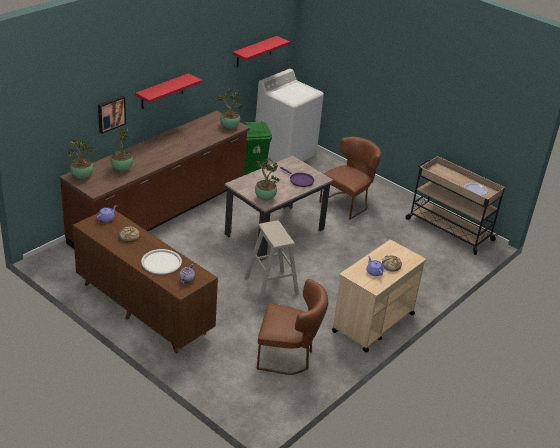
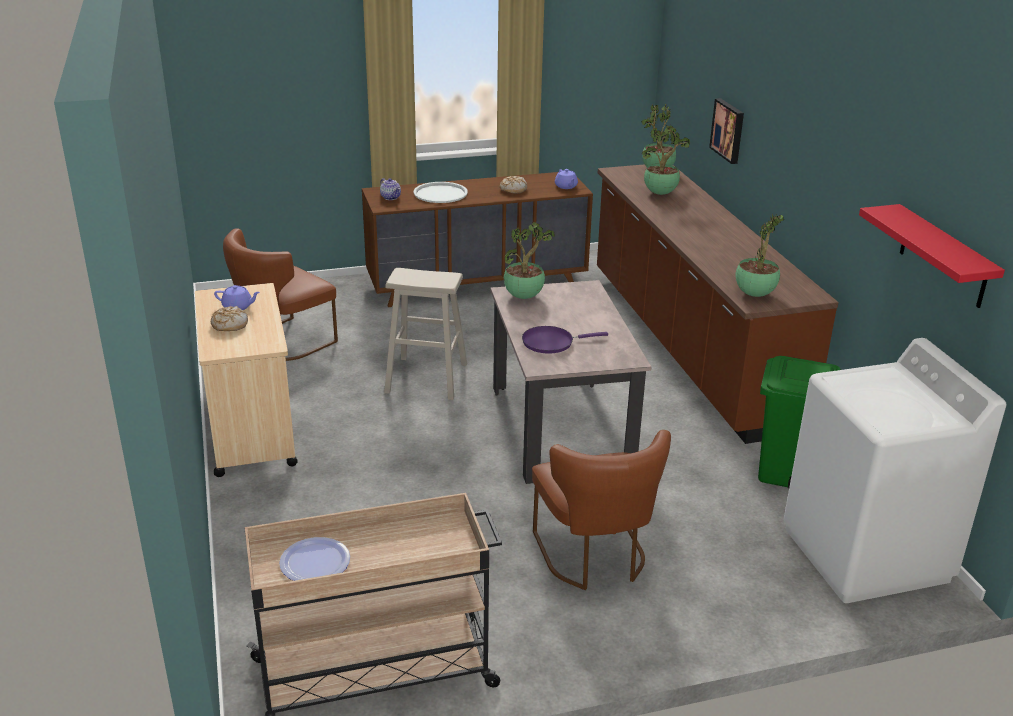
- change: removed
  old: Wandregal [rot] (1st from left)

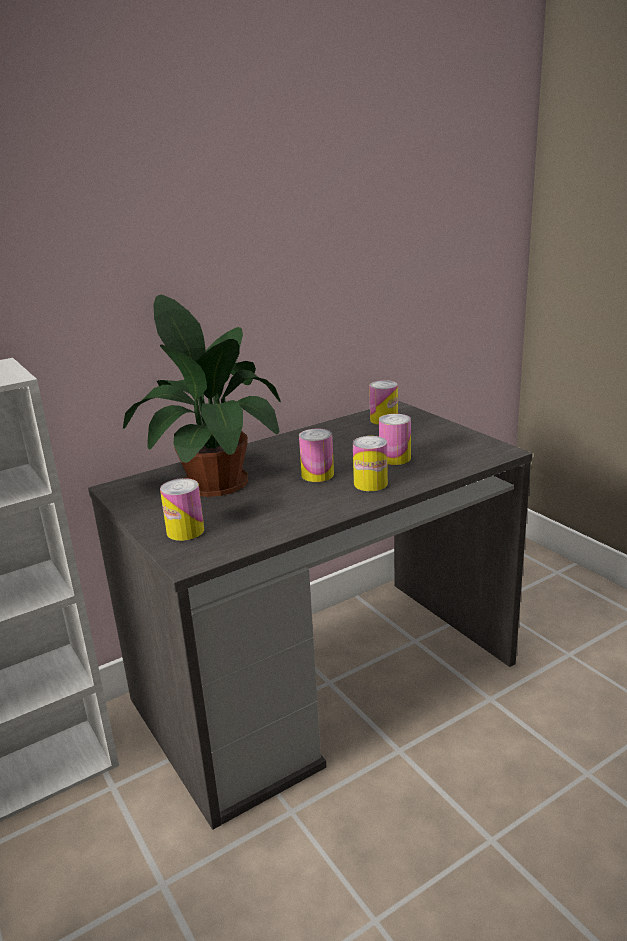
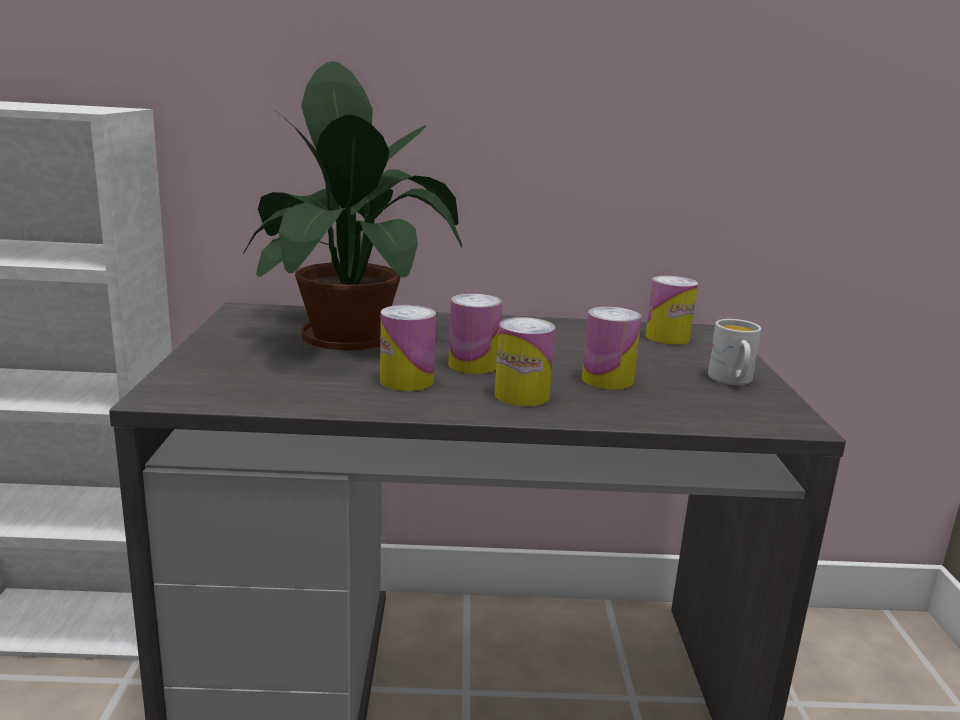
- change: moved
  old: Dose (1st from left)
- change: added
  new: Henkelbecher [weiß]

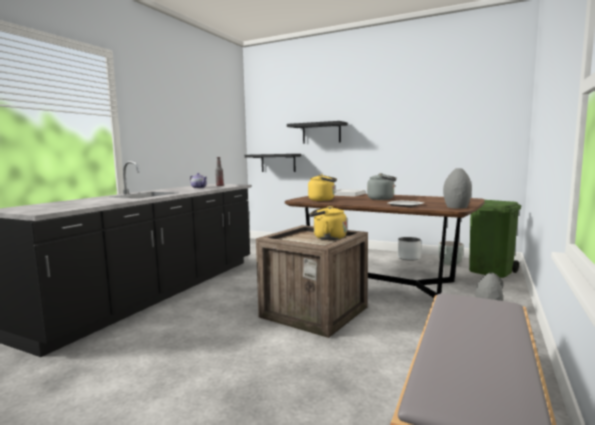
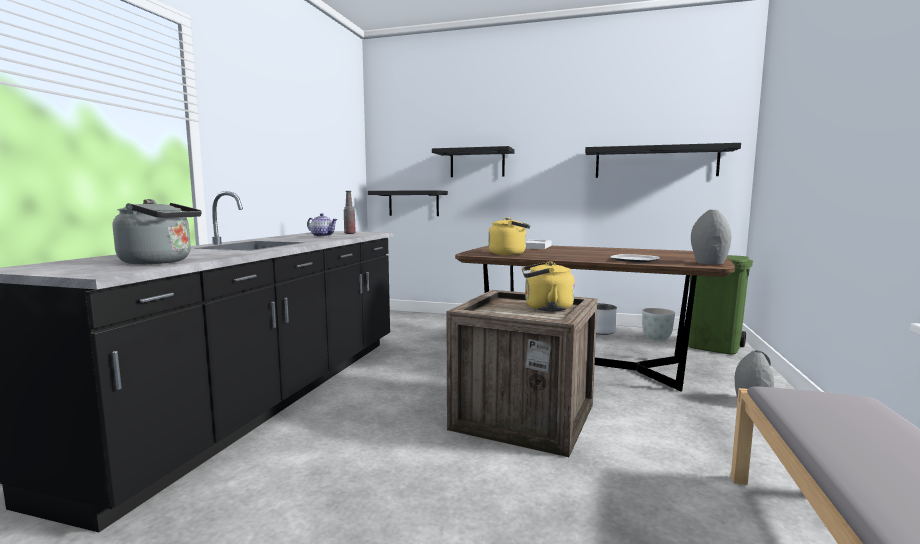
- change: moved
  old: Wasserkessel [grau]
- change: added
  new: Wandregal [schwarz] (3rd from left)

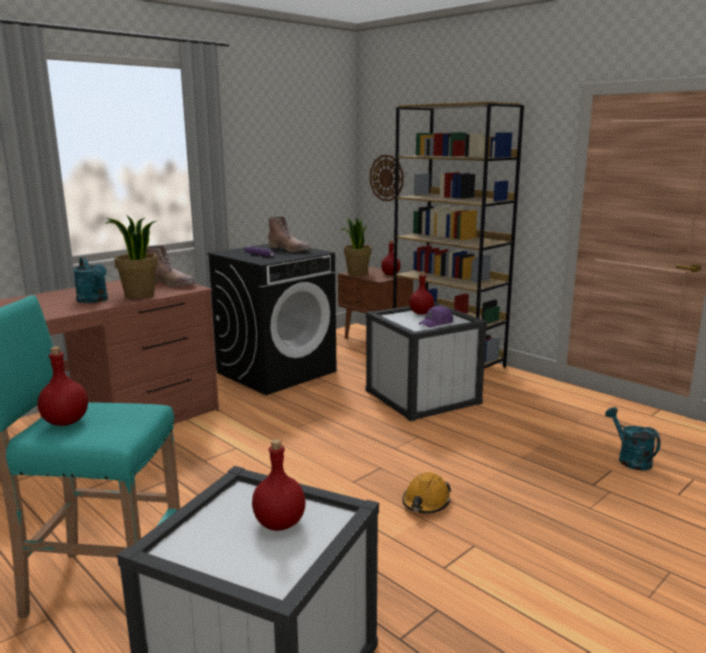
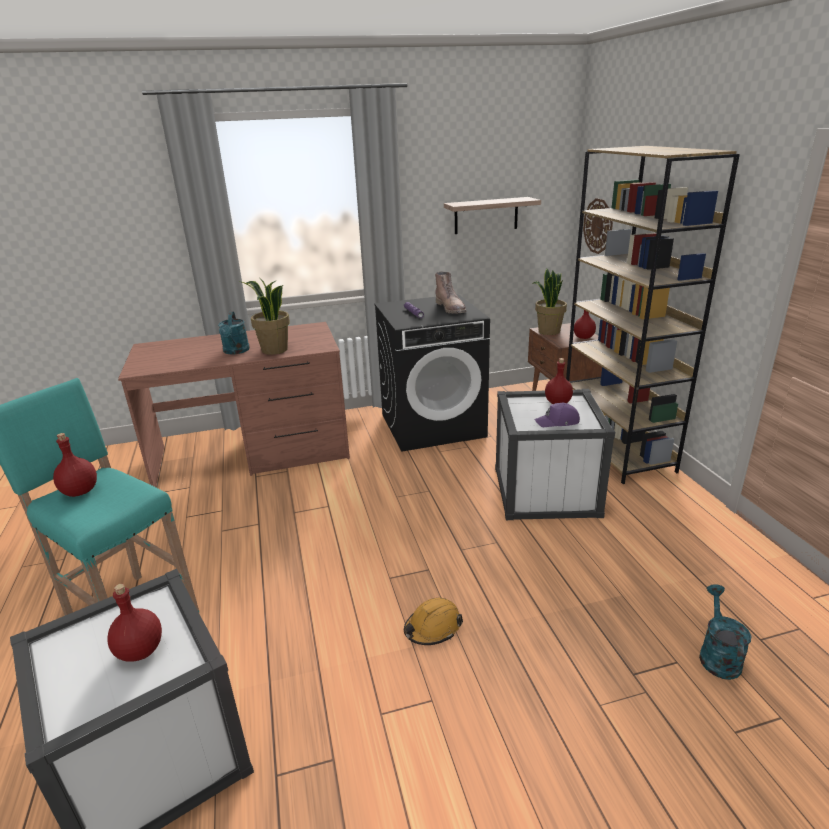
- change: removed
  old: Stiefel [braun] (1st from left)
- change: added
  new: Wandregal

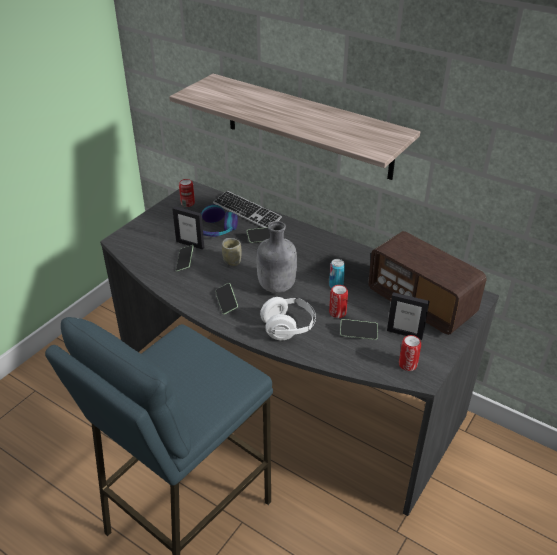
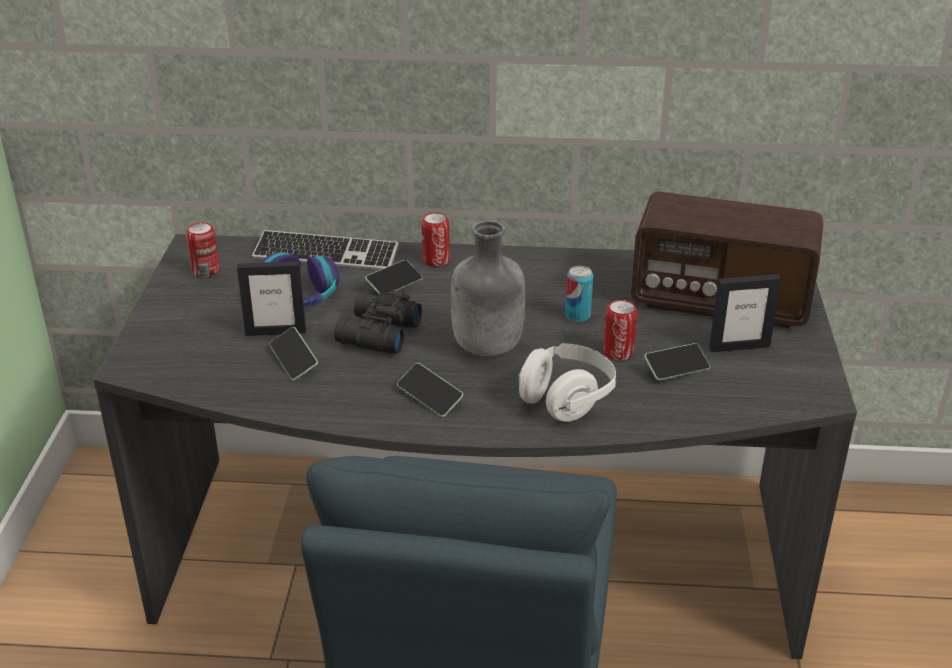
- change: removed
  old: Wandregal
- change: replaced
  old: Tasse
  new: Fernglas [schwarz]
- change: moved
  old: Dose (4th from left in the first image)
  new: Dose (2nd from left)

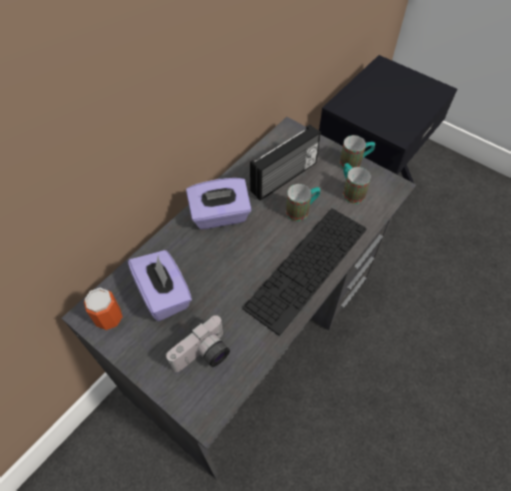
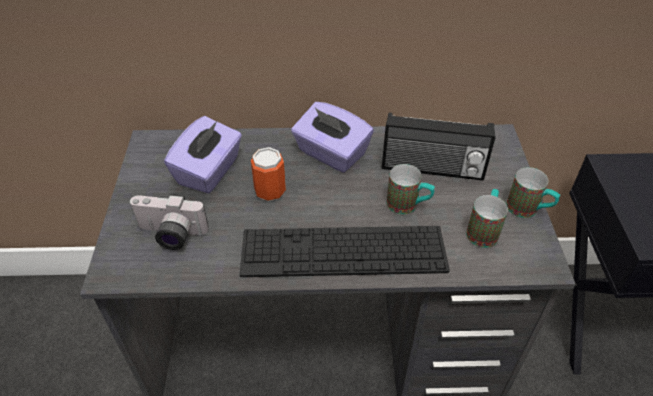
- change: moved
  old: Dose

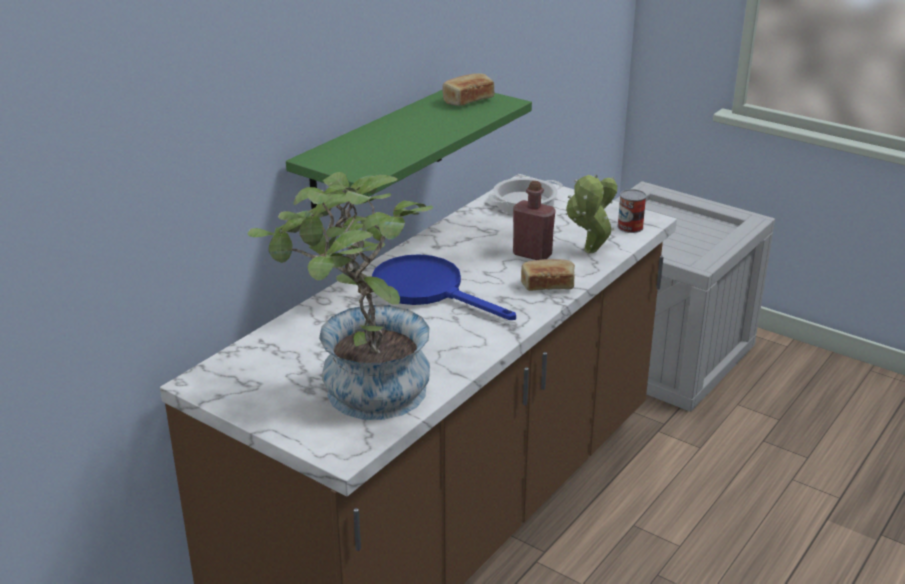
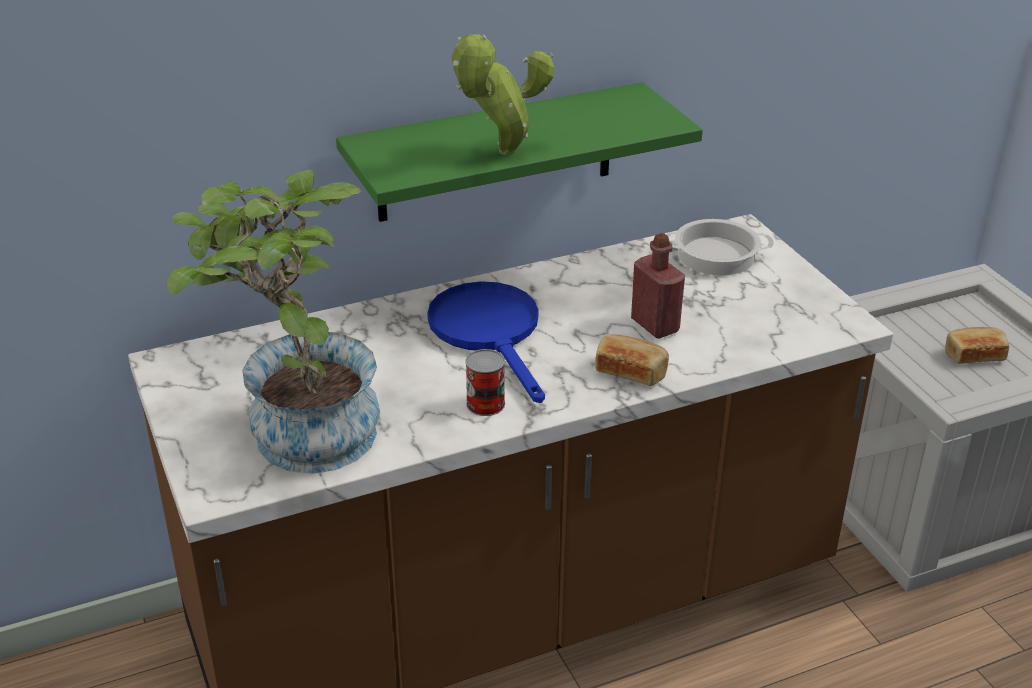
- change: moved
  old: Brot (1st from left in the first image)
  new: Brot (2nd from left)
- change: moved
  old: Topfpflanze (2nd from left)
- change: moved
  old: Dose

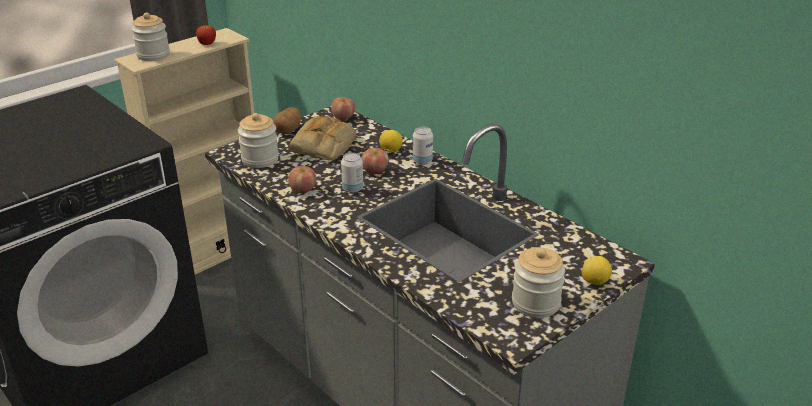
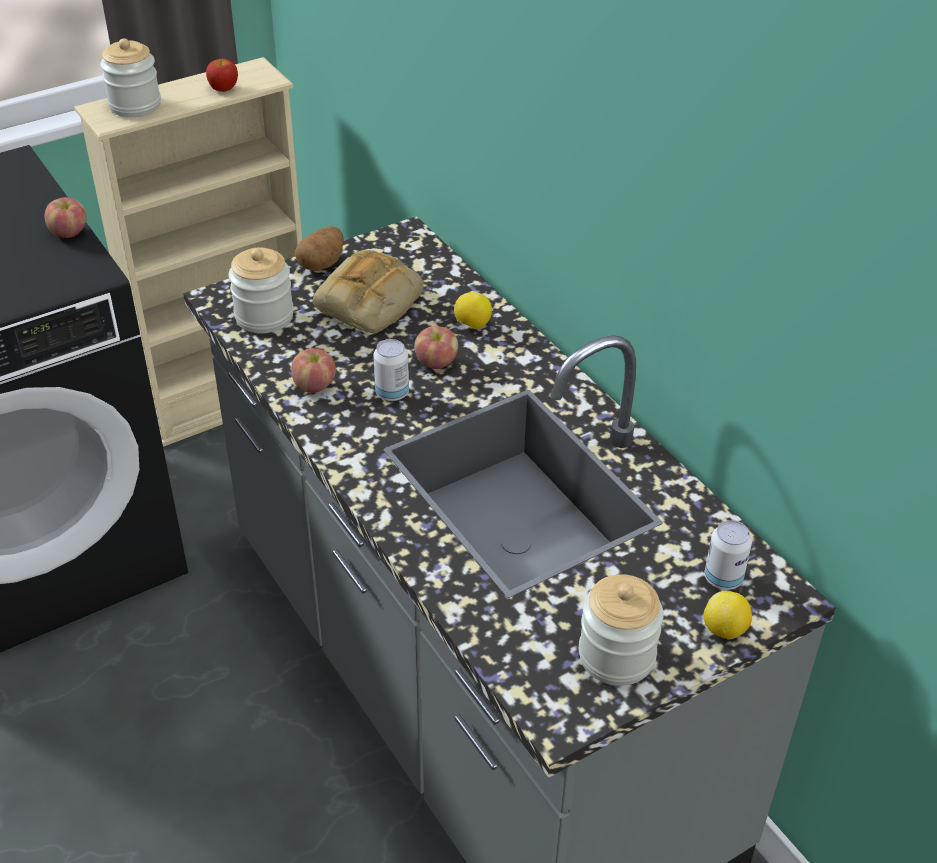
- change: moved
  old: Apfel (3rd from left in the first image)
  new: Apfel (1st from left)
- change: moved
  old: Dose (2nd from left)

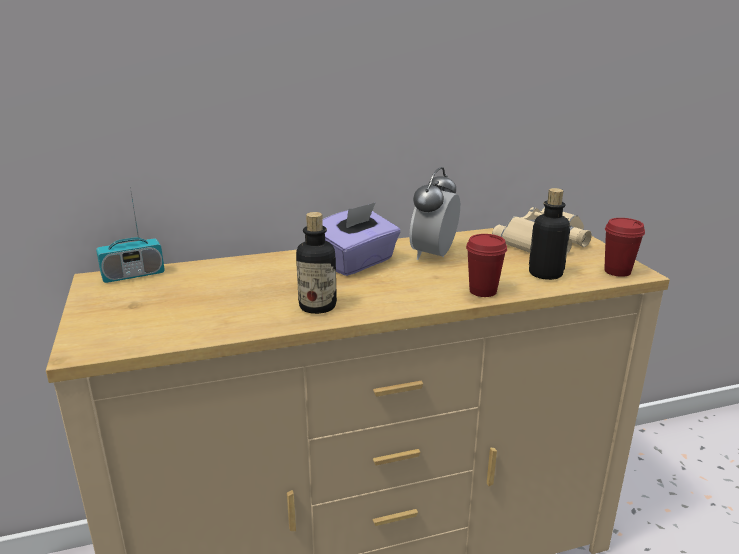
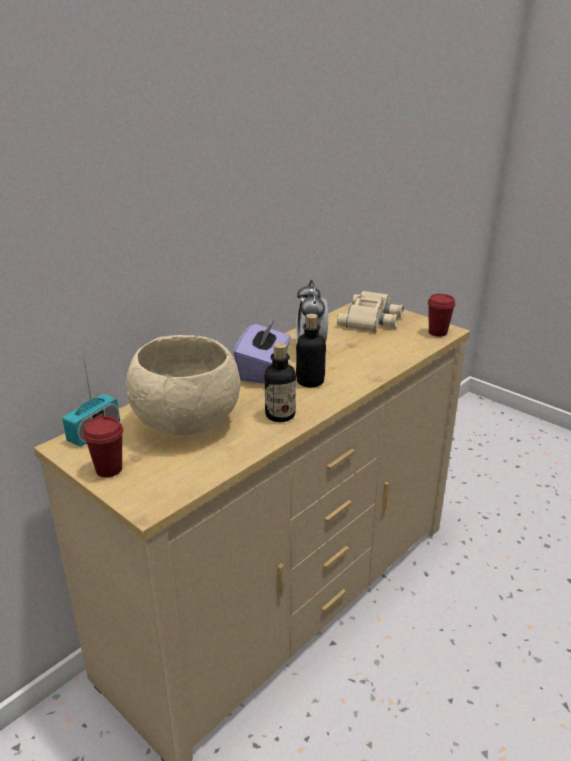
- change: moved
  old: Flasche (2nd from left)
- change: moved
  old: Tasse [rot] (1st from left)
- change: added
  new: Schüssel [beige]

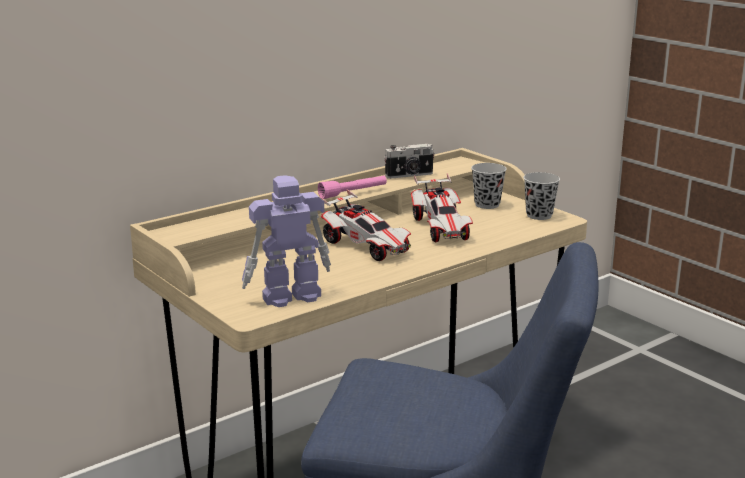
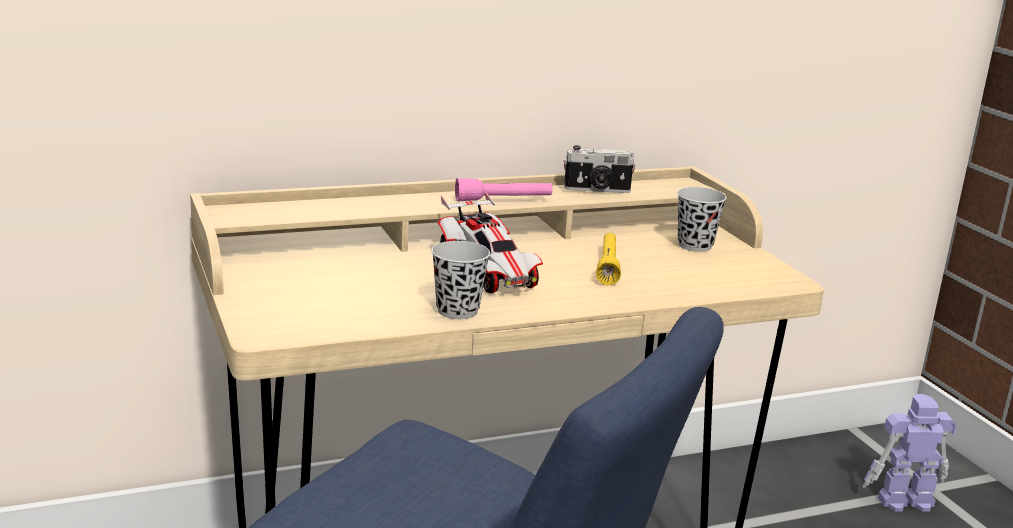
- change: moved
  old: Tasse [schwarz] (2nd from left in the first image)
  new: Tasse [schwarz] (1st from left)
- change: replaced
  old: Spielzeugauto (2nd from left)
  new: Taschenlampe [gelb]
- change: moved
  old: Spielzeugroboter

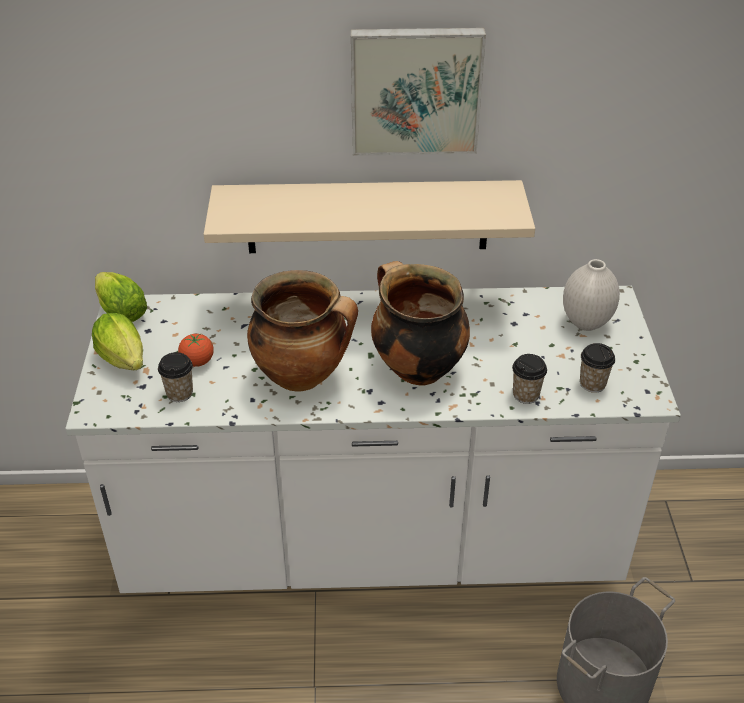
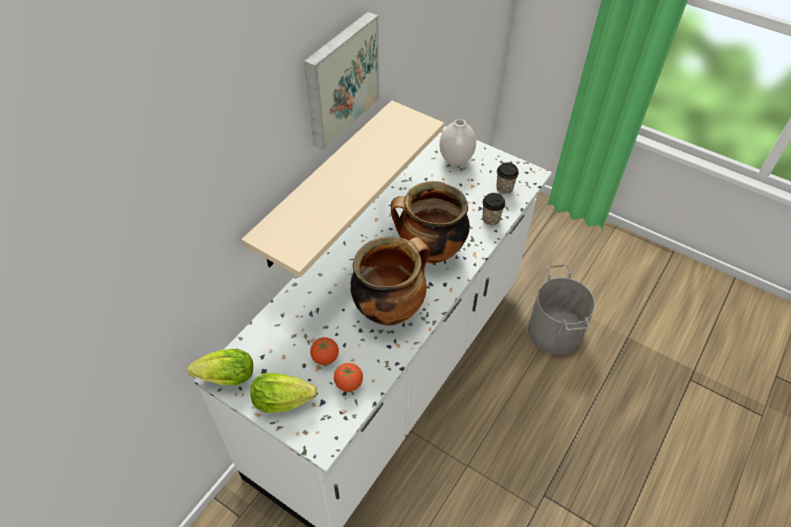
- change: replaced
  old: Tasse (1st from left)
  new: Tomate (2nd from left)

